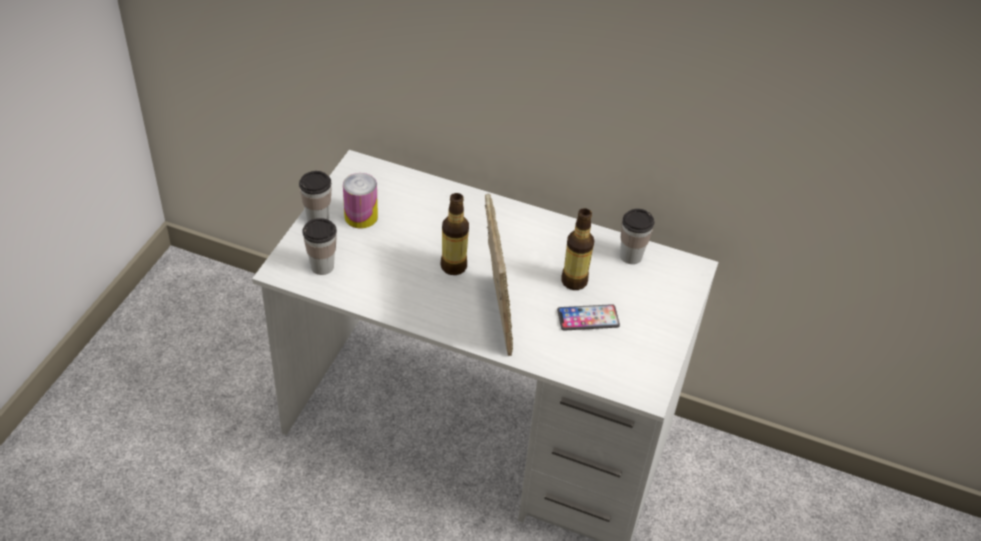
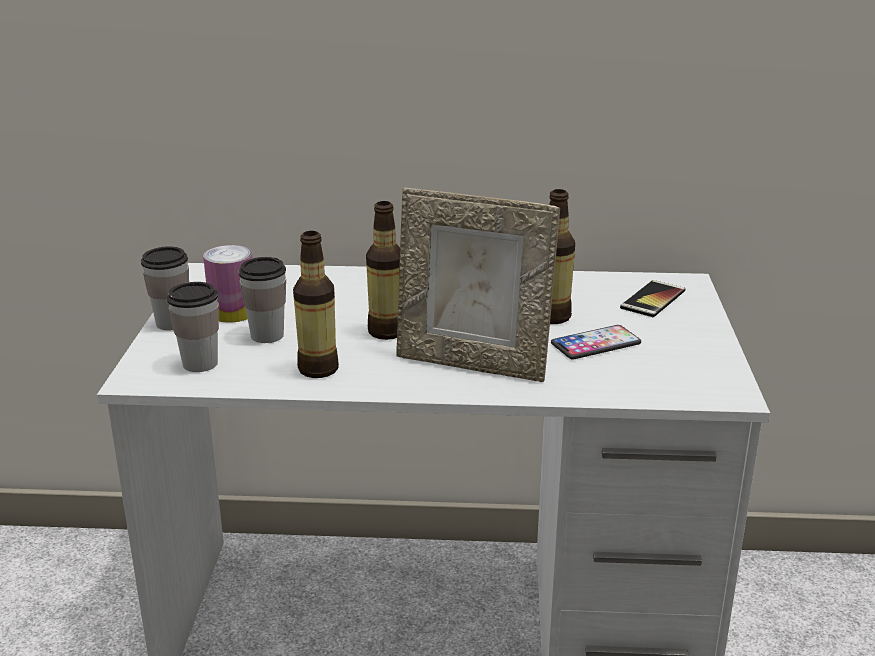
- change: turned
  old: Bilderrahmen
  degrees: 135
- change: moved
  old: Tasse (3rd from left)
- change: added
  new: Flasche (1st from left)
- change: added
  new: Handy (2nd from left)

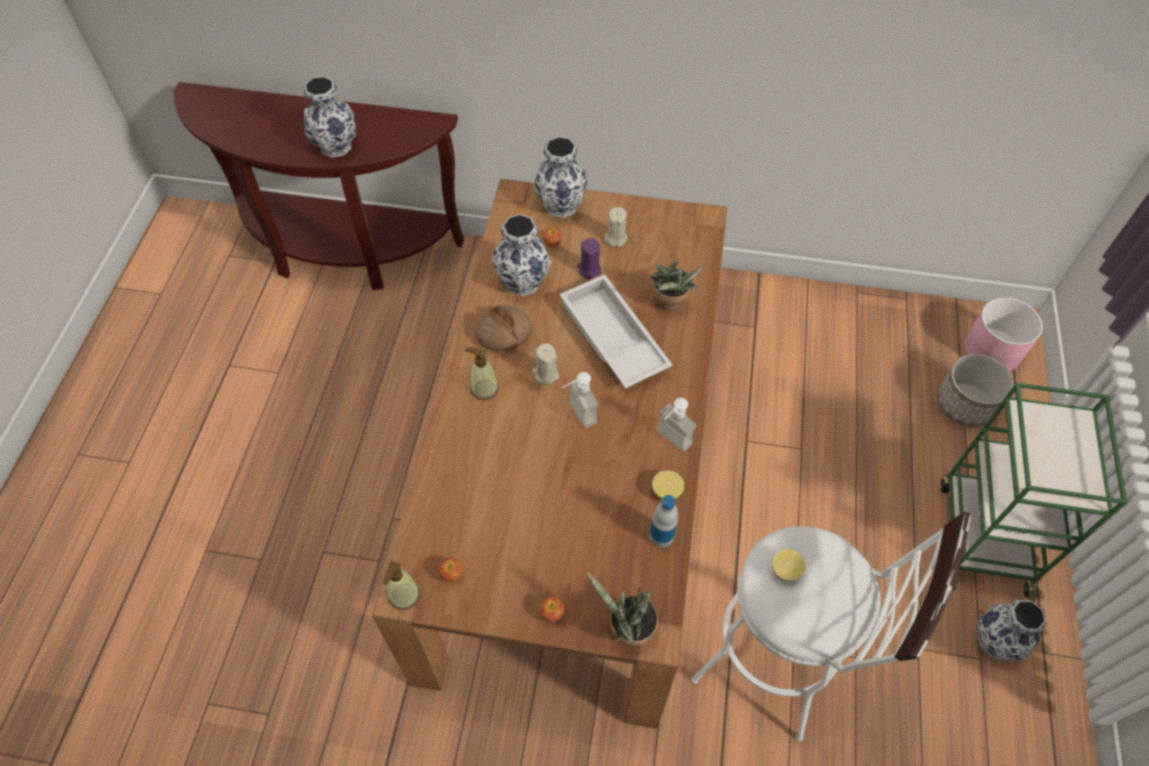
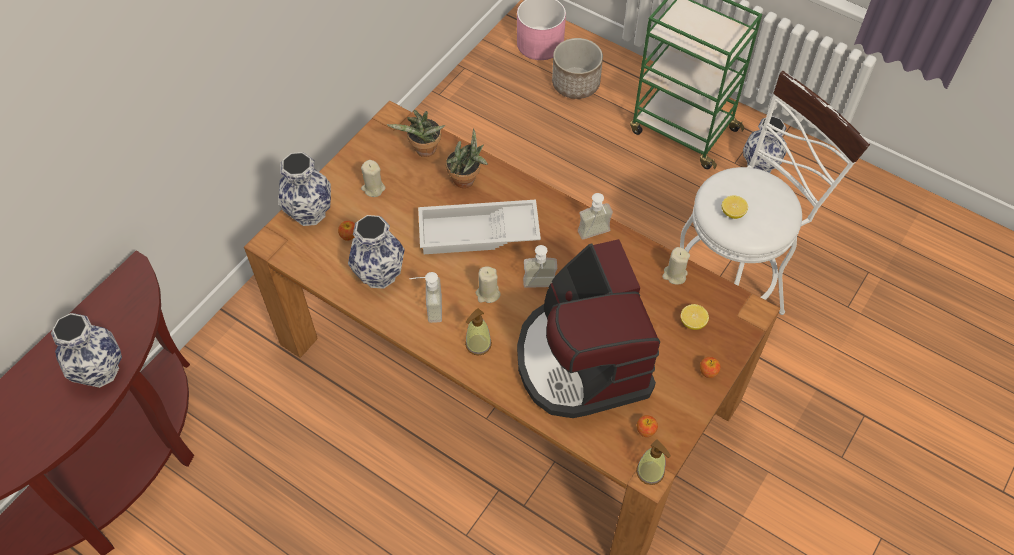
- change: removed
  old: Kerze [lila]
- change: replaced
  old: Brot
  new: Seifenspender (1st from left)
- change: moved
  old: Zitrone (1st from left)
- change: replaced
  old: Flasche
  new: Kerze [beige] (3rd from left)
- change: moved
  old: Topfpflanze (1st from left)
- change: added
  new: Kaffeemaschine

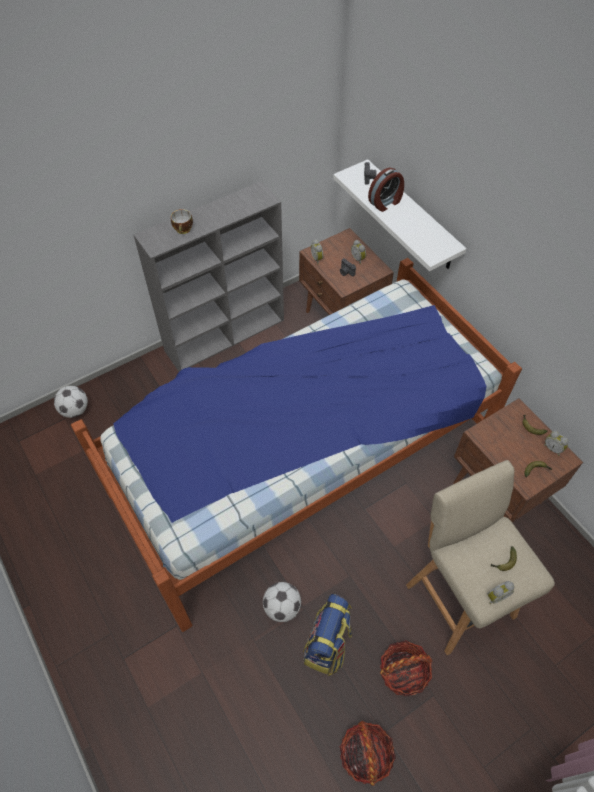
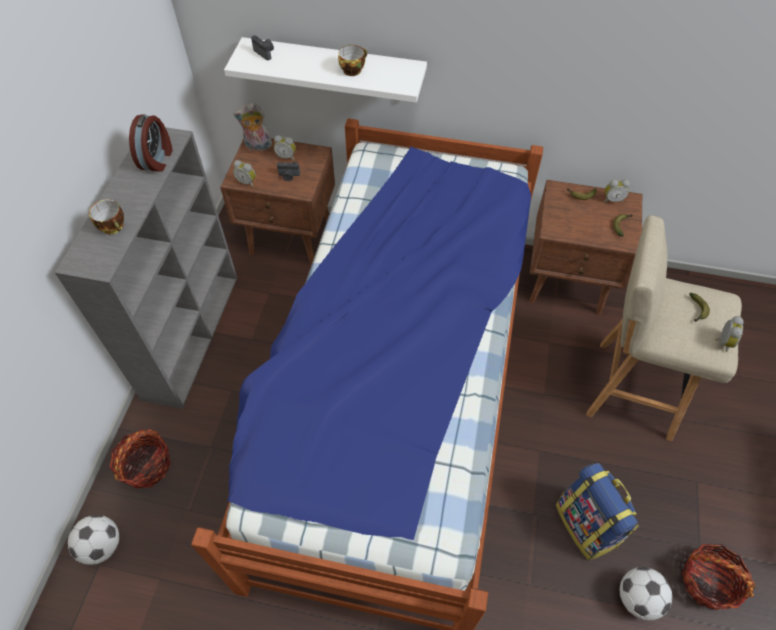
- change: moved
  old: Wecker (3rd from left in the first image)
  new: Wecker (1st from left)
- change: moved
  old: Fußball (2nd from left)
- change: moved
  old: Korb (2nd from left in the first image)
  new: Korb (1st from left)
- change: added
  new: Tasse (2nd from left)
- change: added
  new: Plüschtier

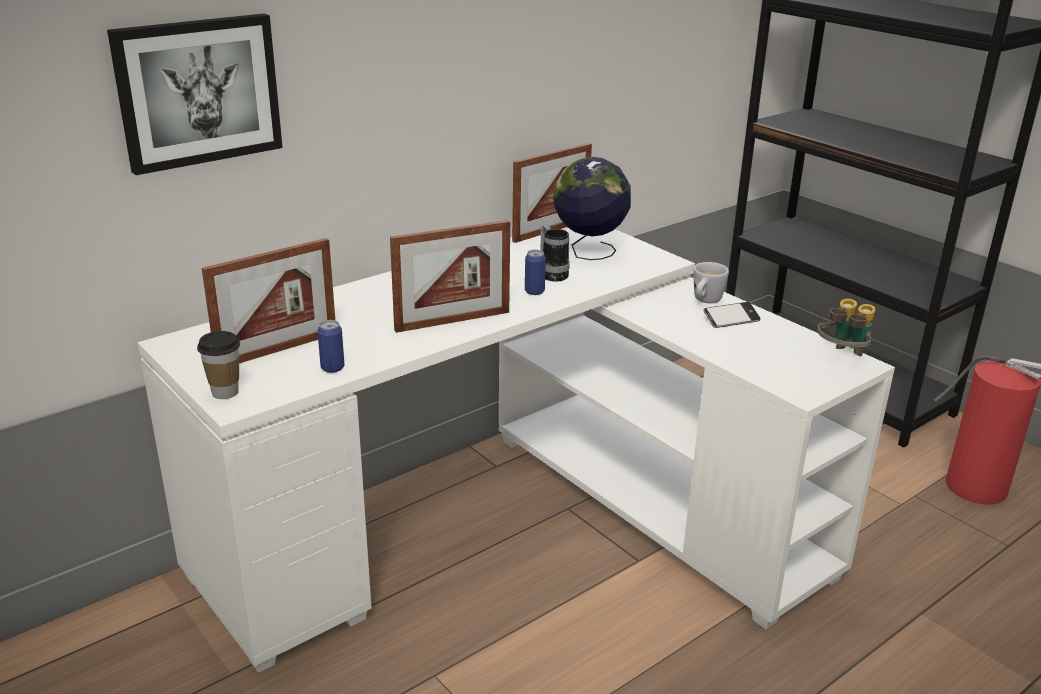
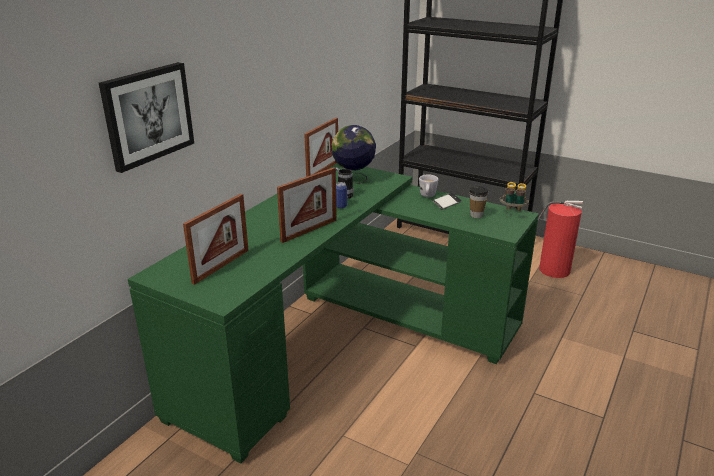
- change: recoloured
  old: Schreibtisch [weiß]
  new: Schreibtisch [grün]
- change: removed
  old: Dose (1st from left)
- change: moved
  old: Tasse

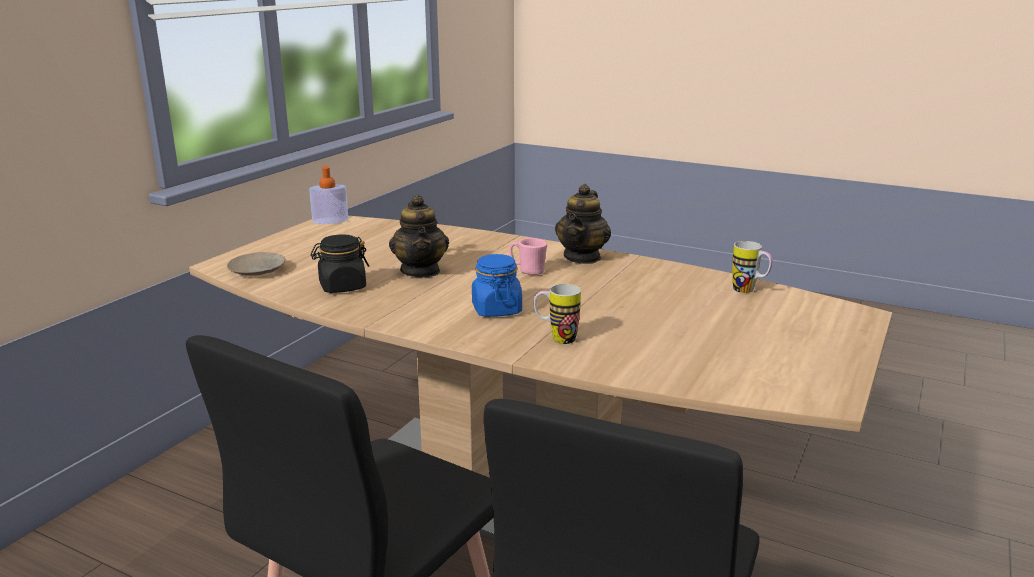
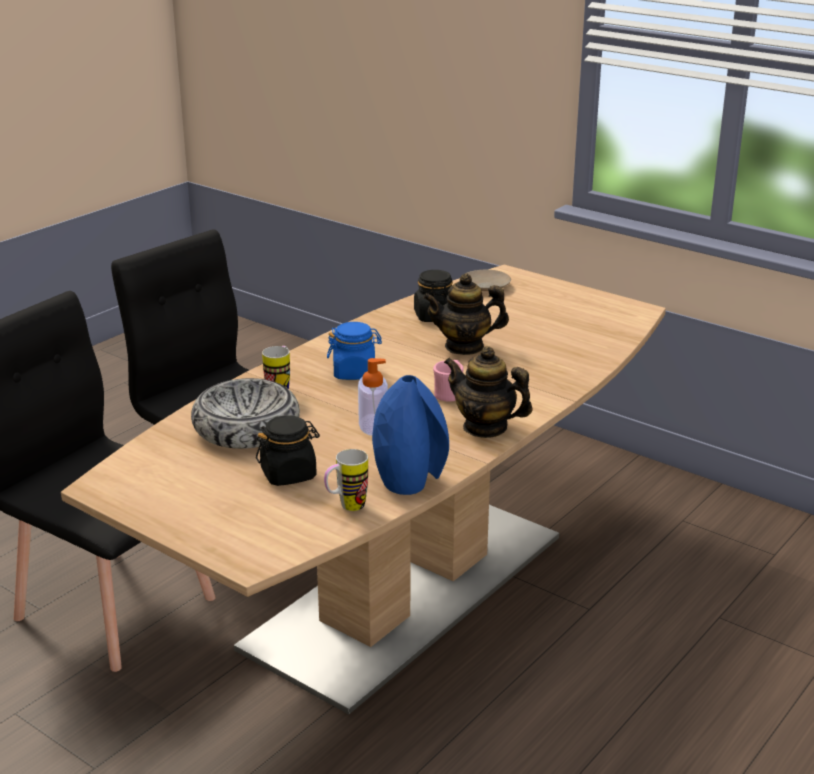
- change: moved
  old: Seifenspender
- change: added
  new: Vase [blau]
- change: added
  new: Schüssel
- change: added
  new: Vorratsglas [schwarz] (1st from left)

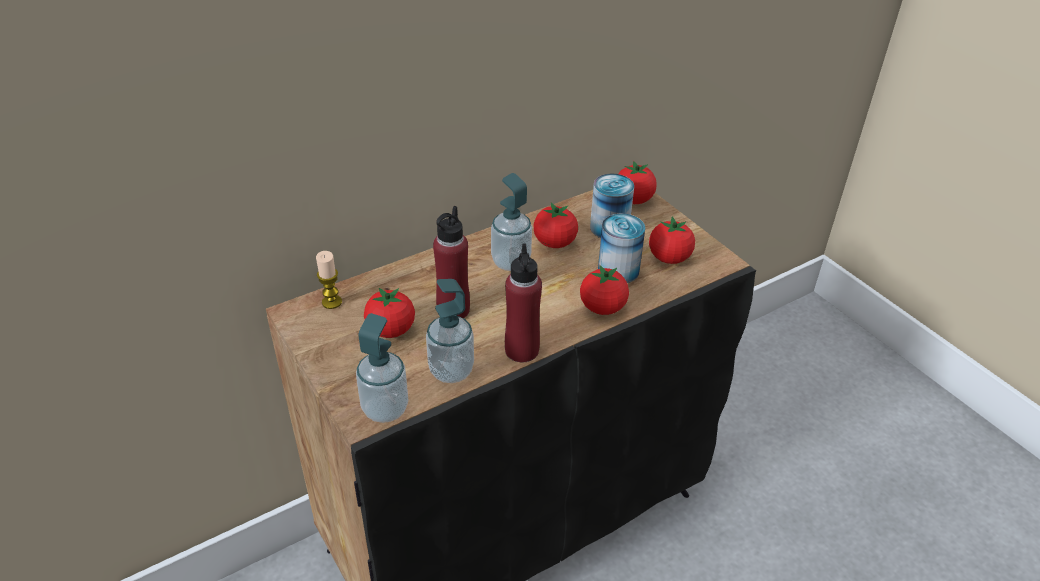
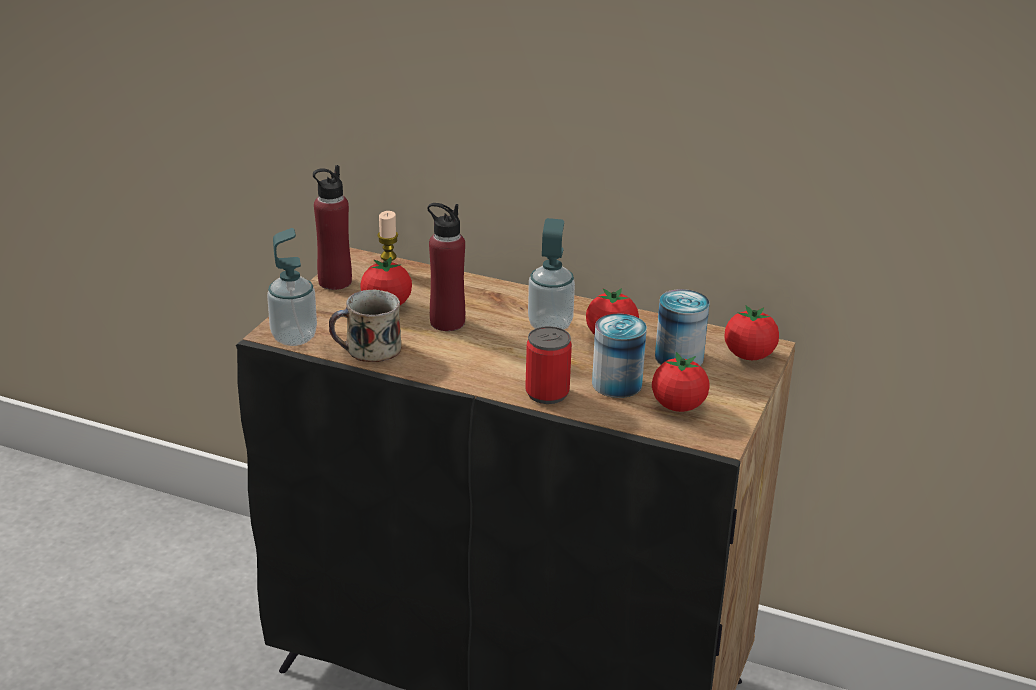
- change: moved
  old: Flasche [rot] (2nd from left in the first image)
  new: Flasche [rot] (1st from left)
- change: replaced
  old: Tomate (3rd from left)
  new: Dose (1st from left)
- change: replaced
  old: Seifenspender (2nd from left)
  new: Henkelbecher

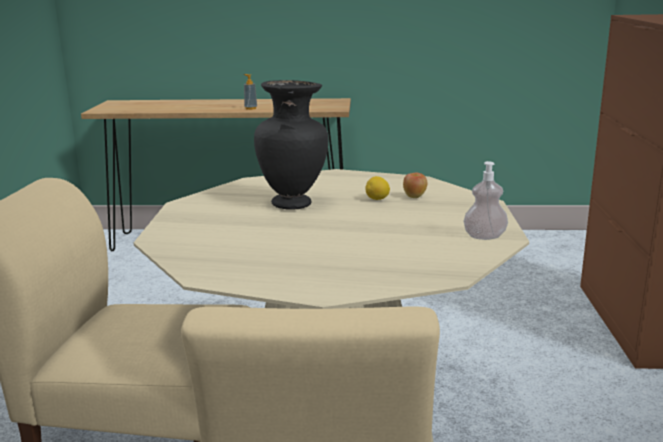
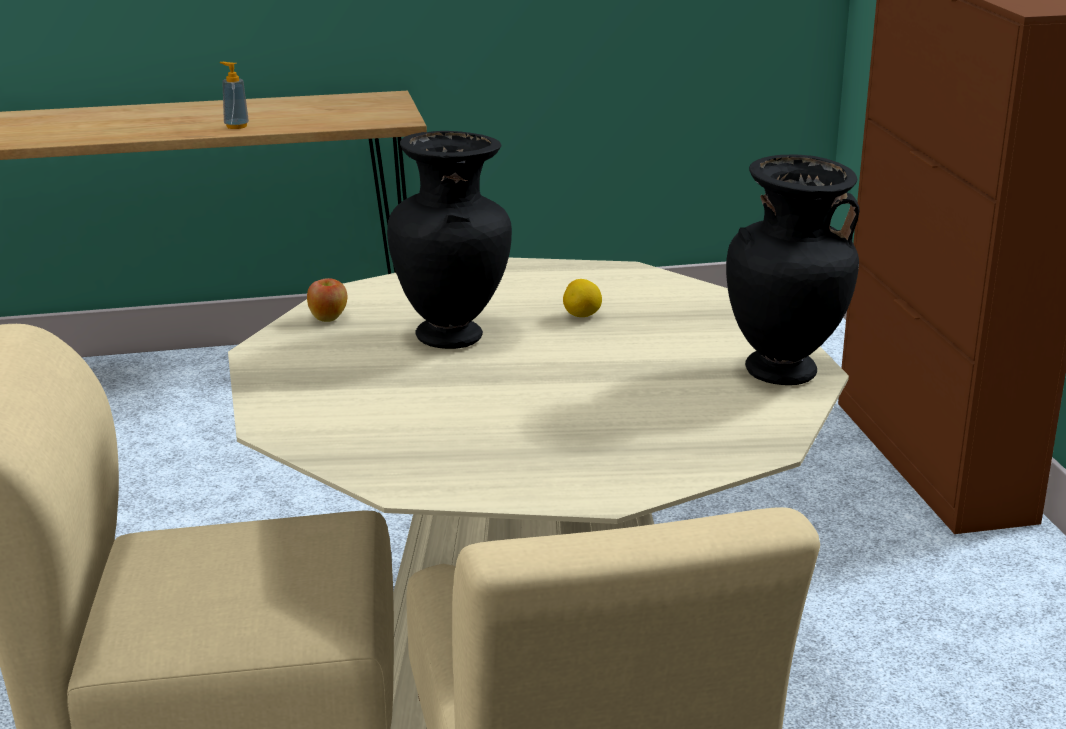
- change: replaced
  old: Seifenspender (2nd from left)
  new: Vase [schwarz] (2nd from left)
- change: moved
  old: Apfel

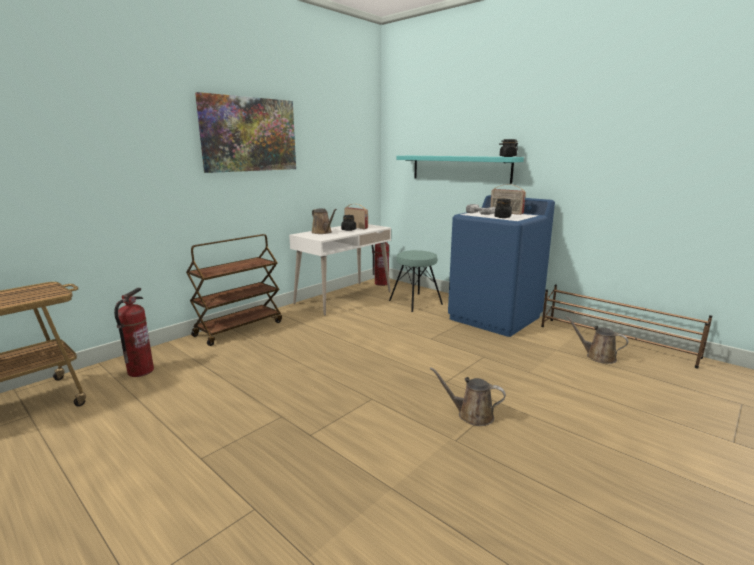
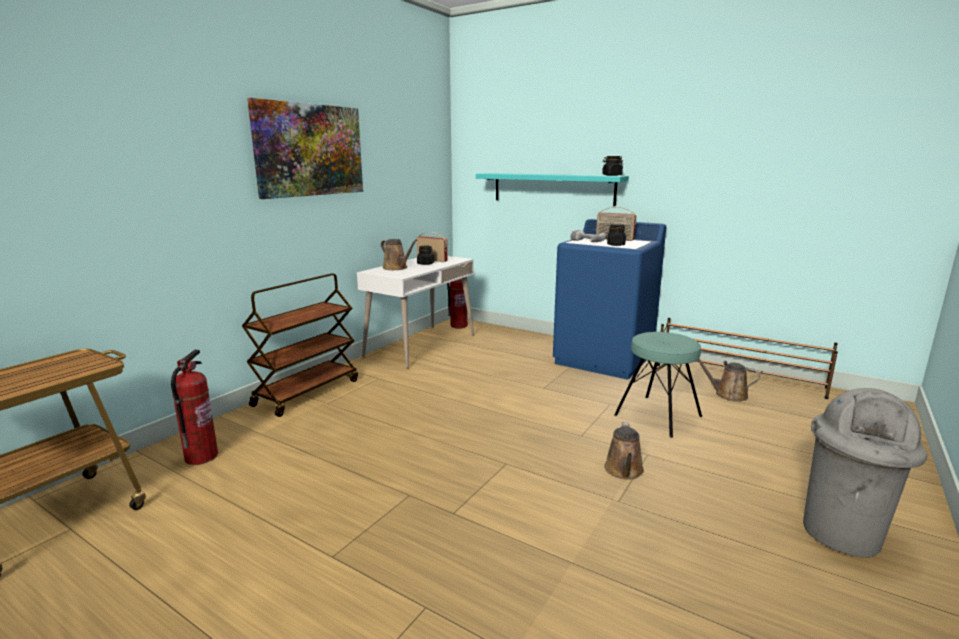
- change: moved
  old: Hocker [türkis]
- change: turned
  old: Gießkanne [braun] (2nd from left)
  degrees: -90
- change: added
  new: Mülleimer [grau]

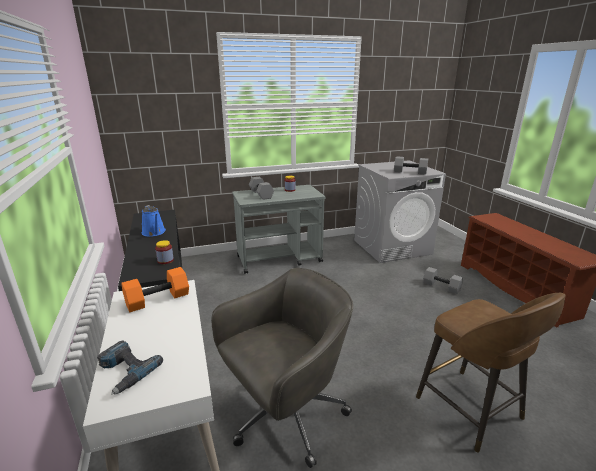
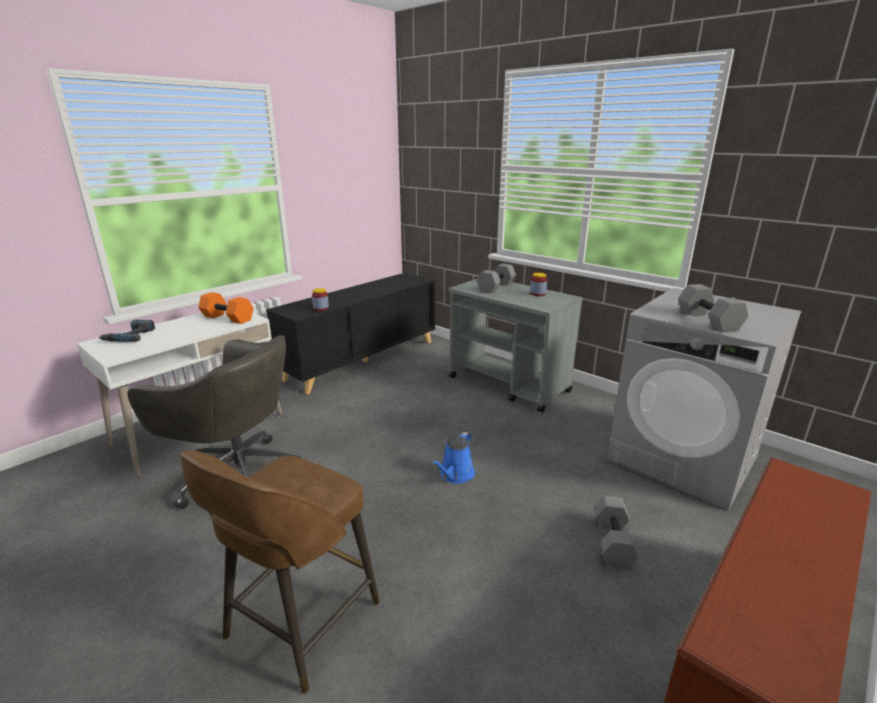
- change: moved
  old: Gießkanne [blau]

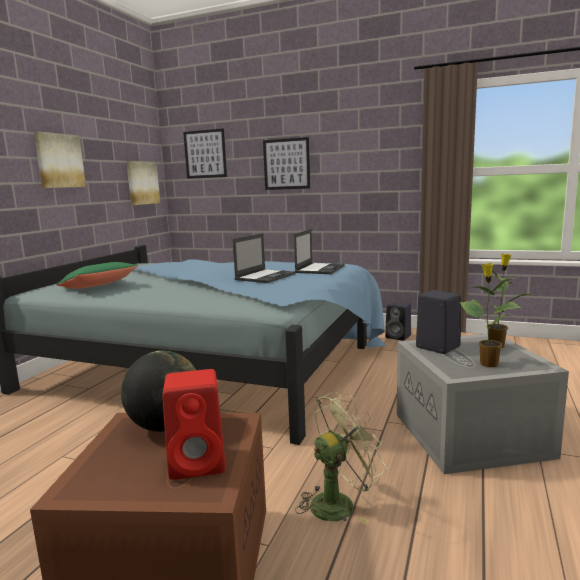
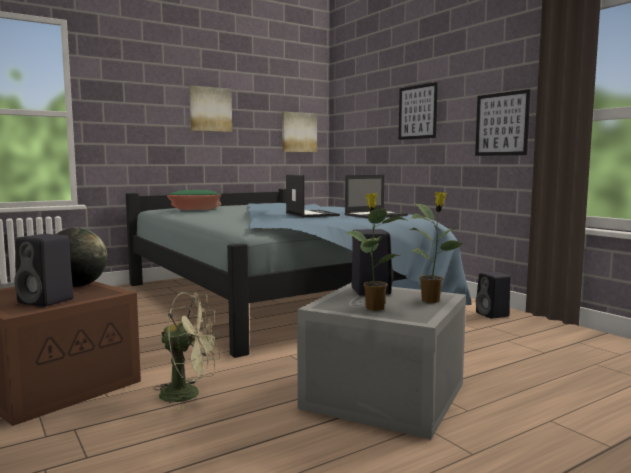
- change: moved
  old: Bild (3rd from left in the first image)
  new: Bild (4th from left)
- change: turned
  old: Laptop (1st from left)
  degrees: -90
- change: recoloured
  old: Lautsprecher [rot]
  new: Lautsprecher [schwarz] (1st from left)

